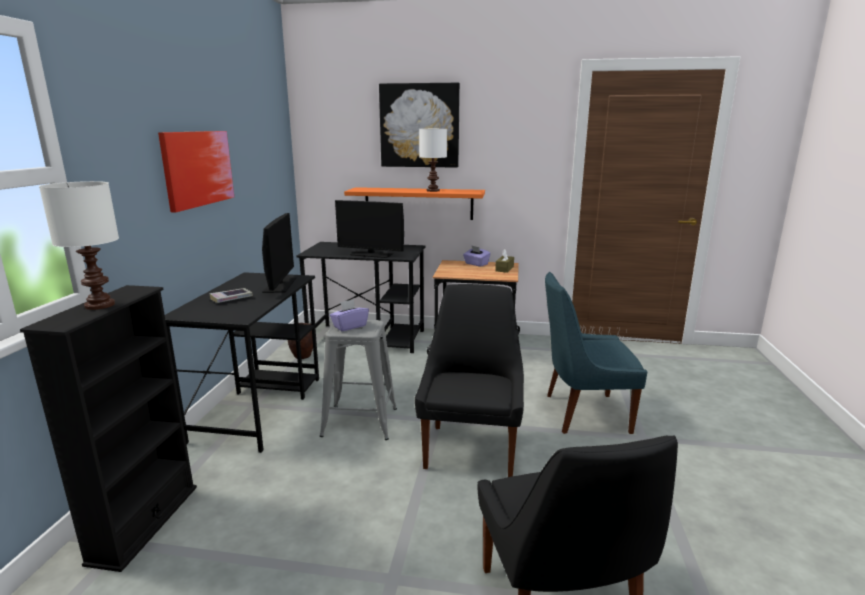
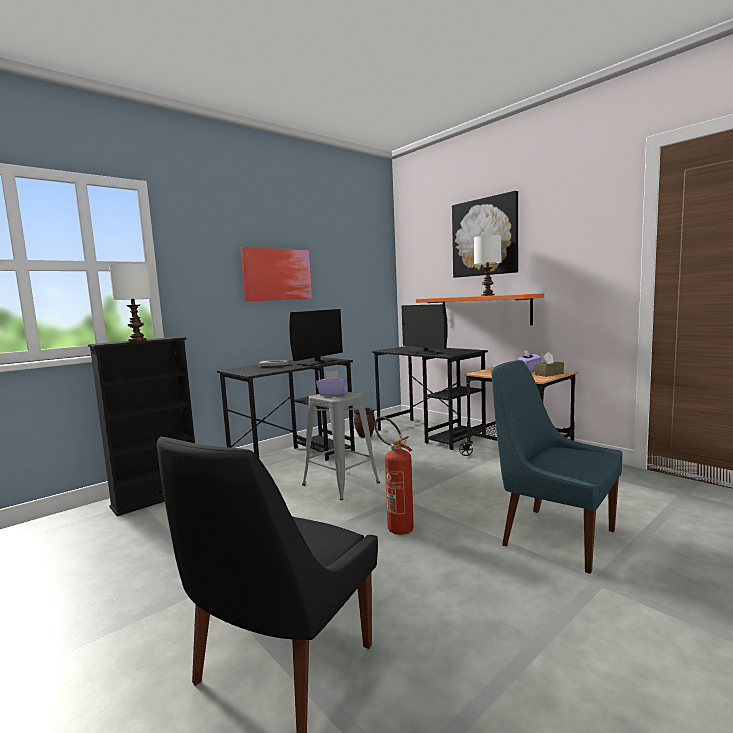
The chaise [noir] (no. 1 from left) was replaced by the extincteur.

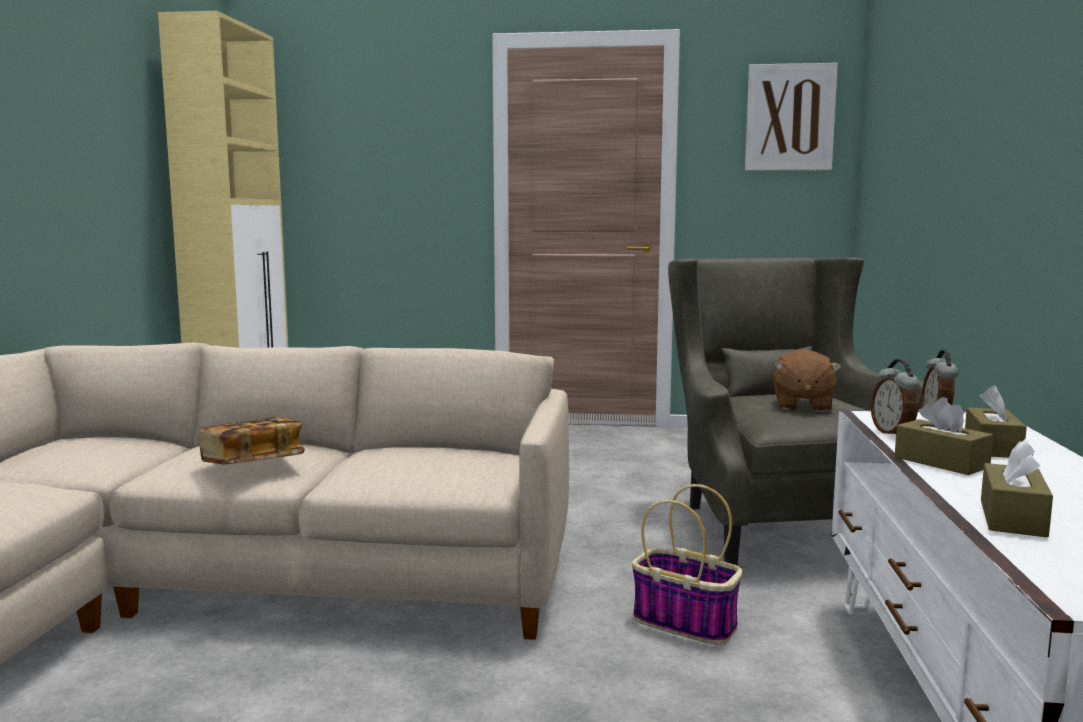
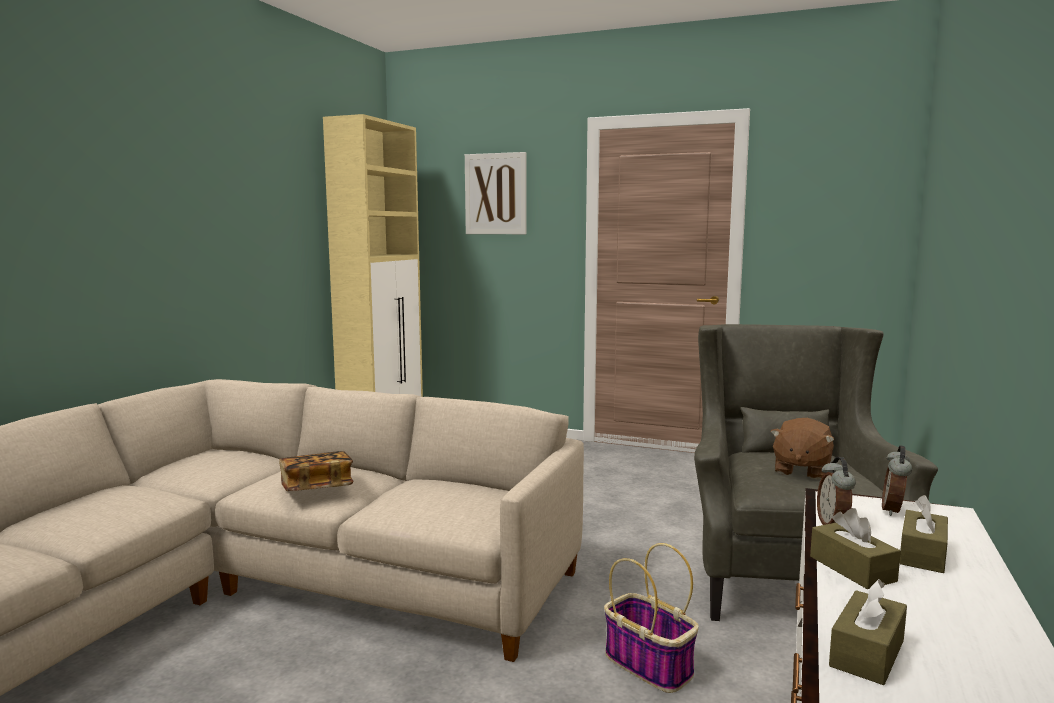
The tableau moved.

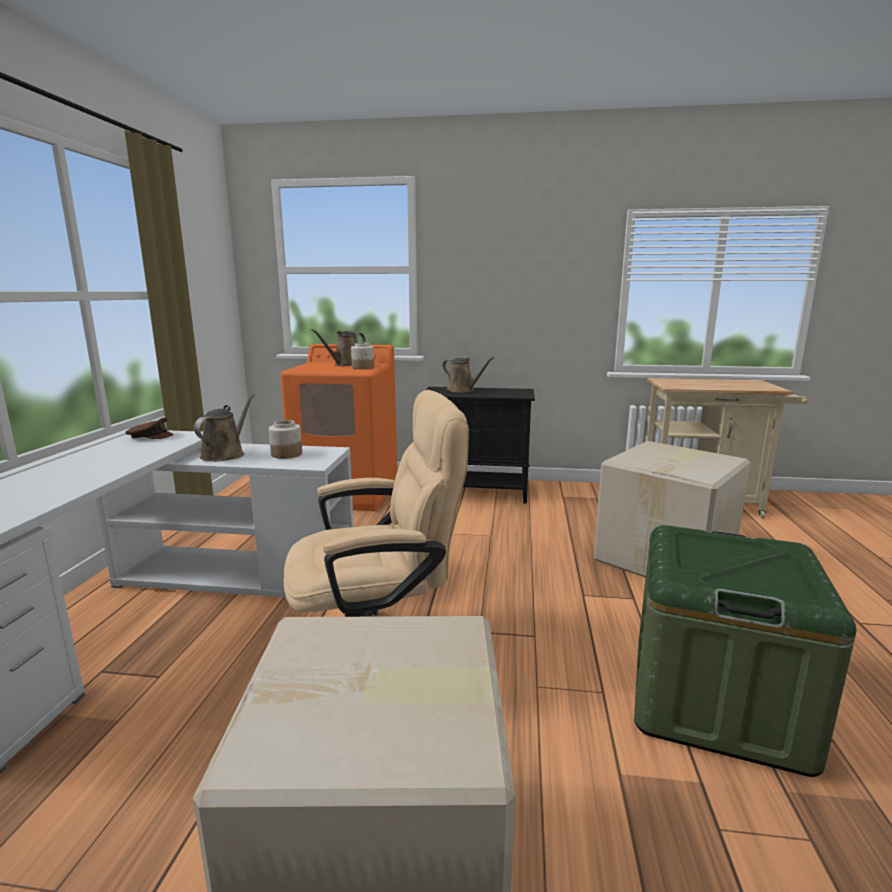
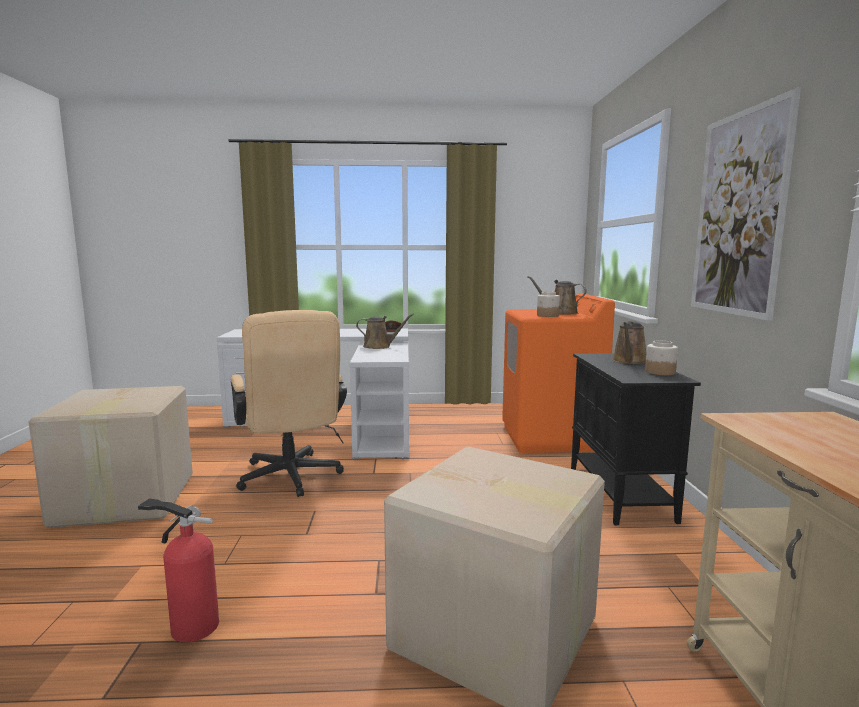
The boîte de rangement [vert] was replaced by the extincteur.
The bocal (no. 1 from left in the first image) moved.
The tableau appeared.

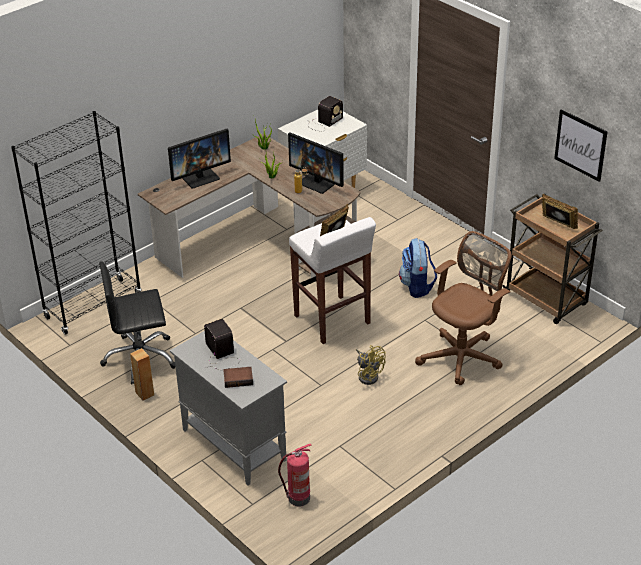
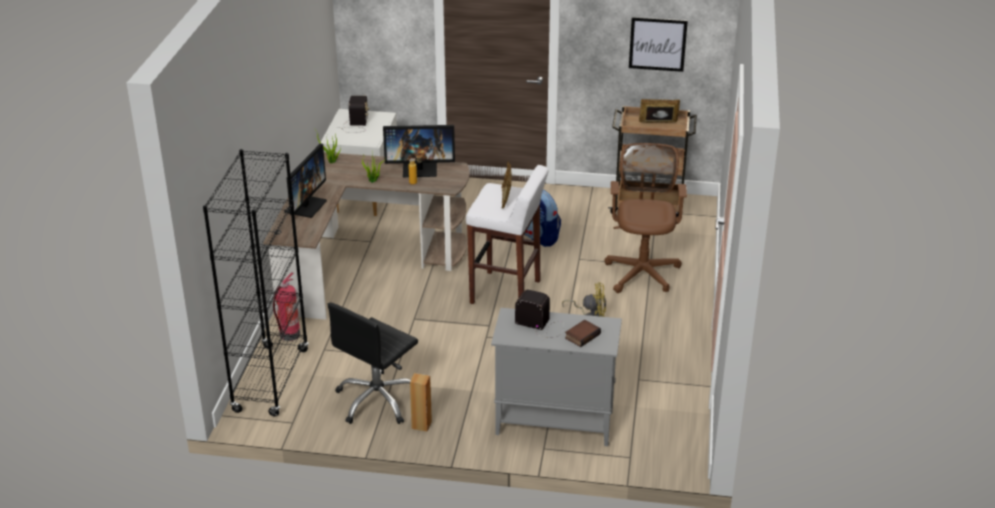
The extincteur moved.

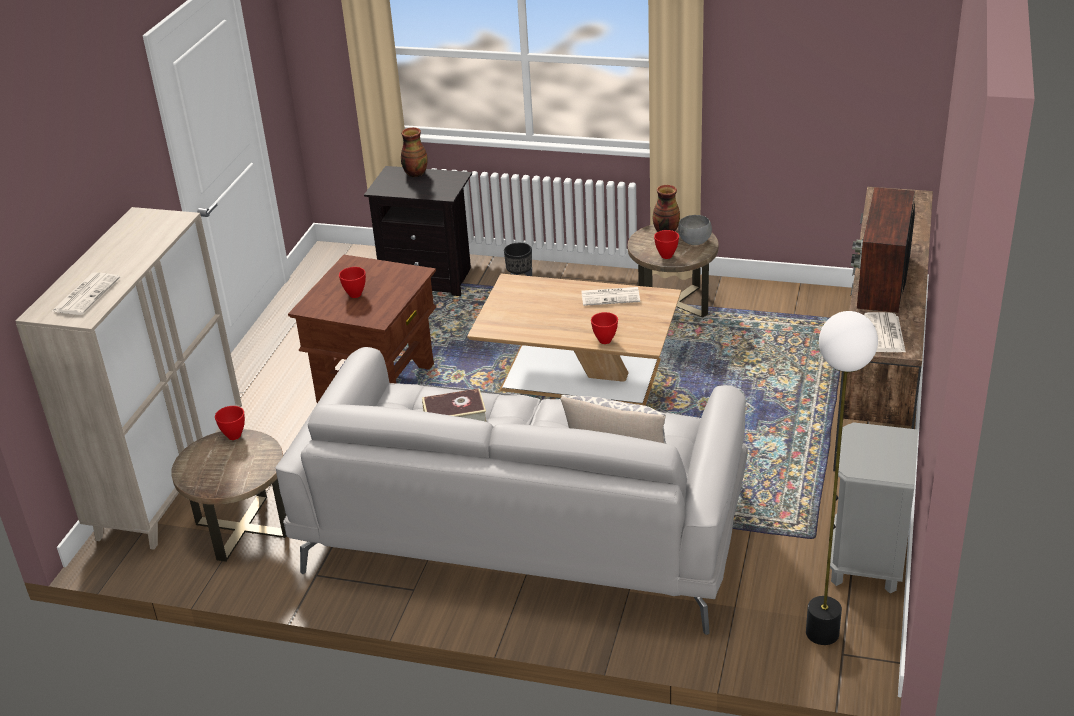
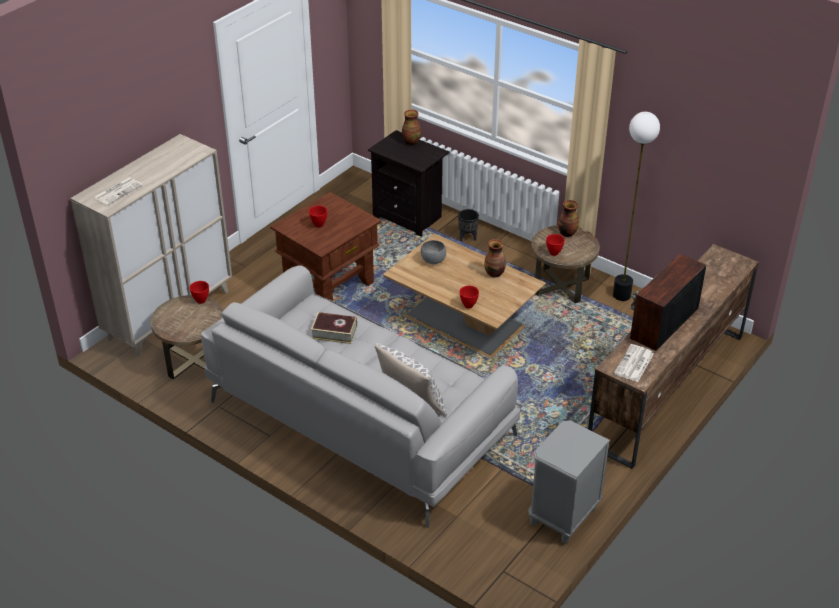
The bol [gris] moved.
The journal (no. 2 from left) was replaced by the vase (no. 2 from left).
The lampadaire moved.

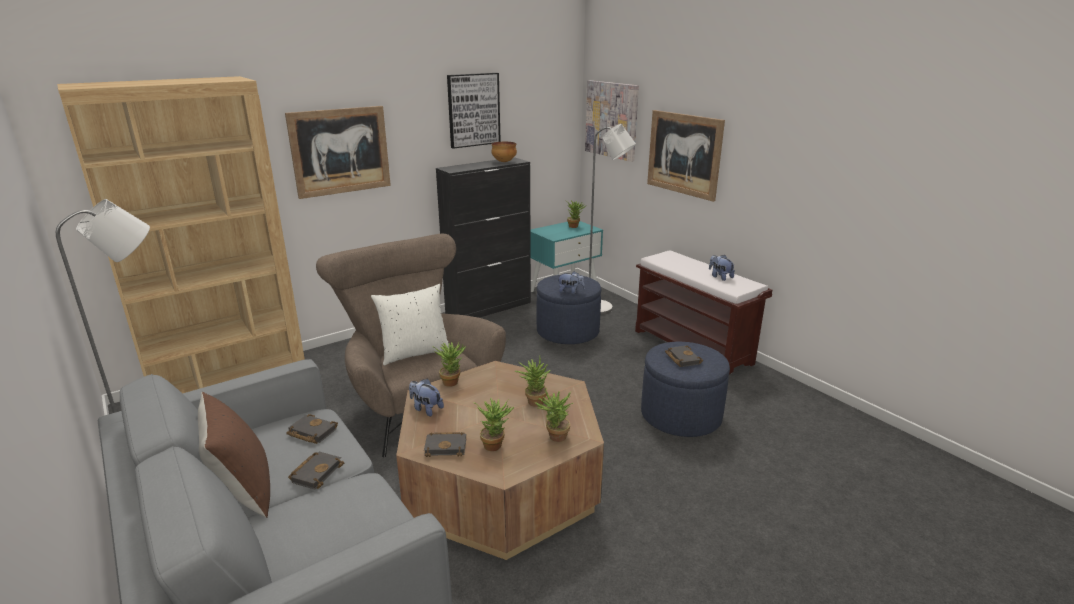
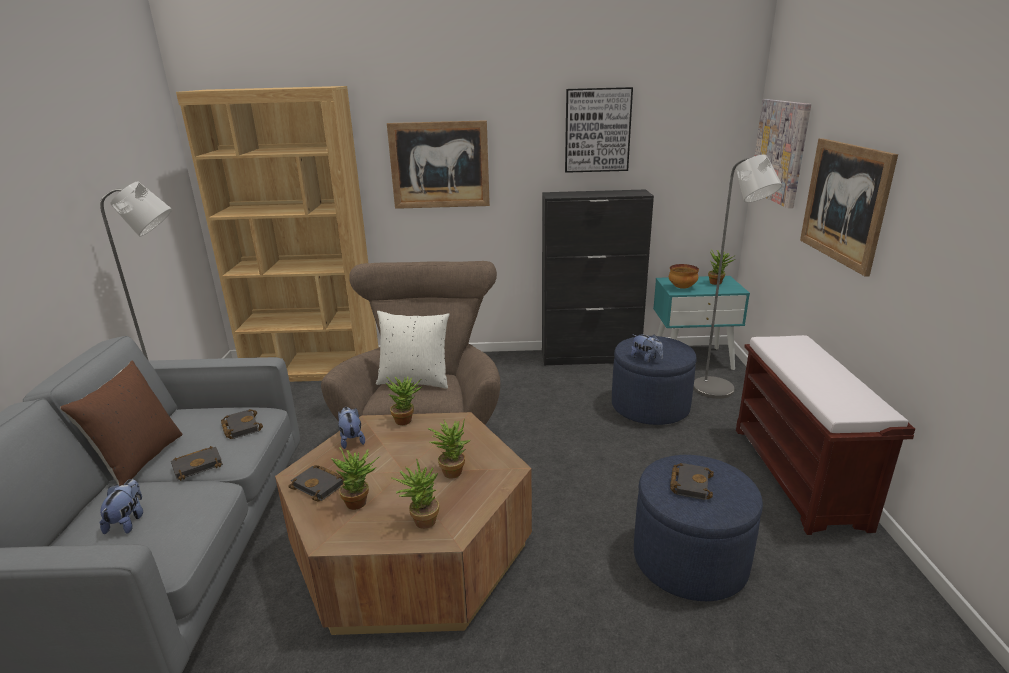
The peluche (no. 3 from left in the first image) moved.
The bol moved.

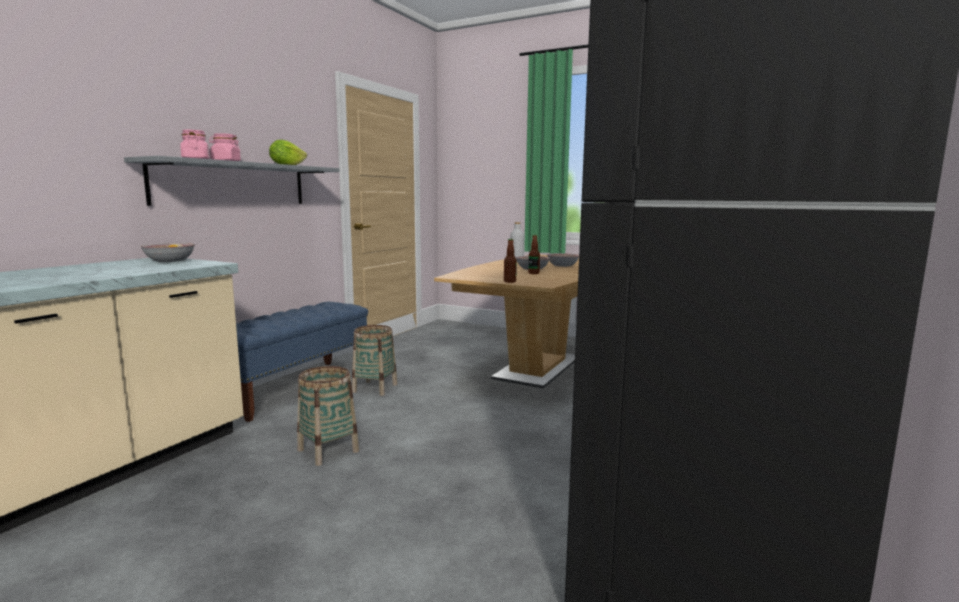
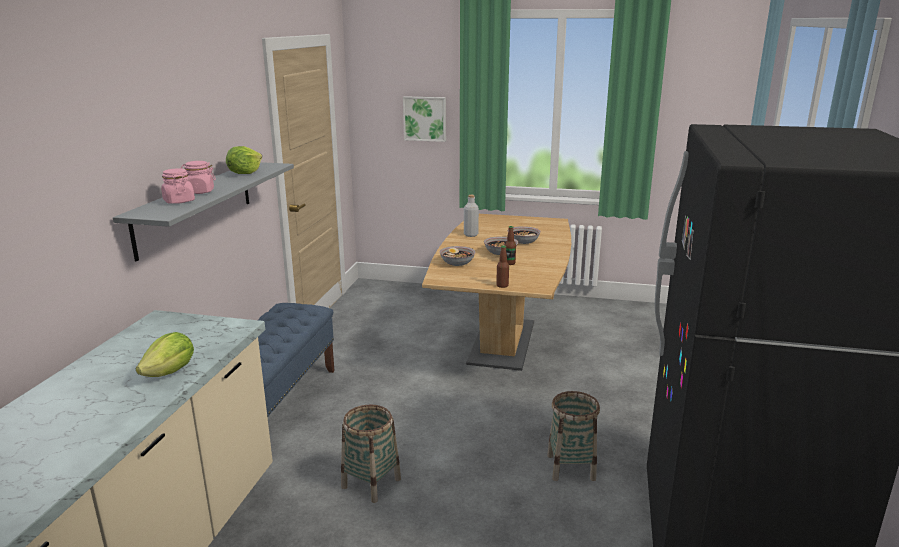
The laitue (no. 1 from left) appeared.
The tableau appeared.
The bol (no. 1 from left) moved.
The panier (no. 2 from left) moved.

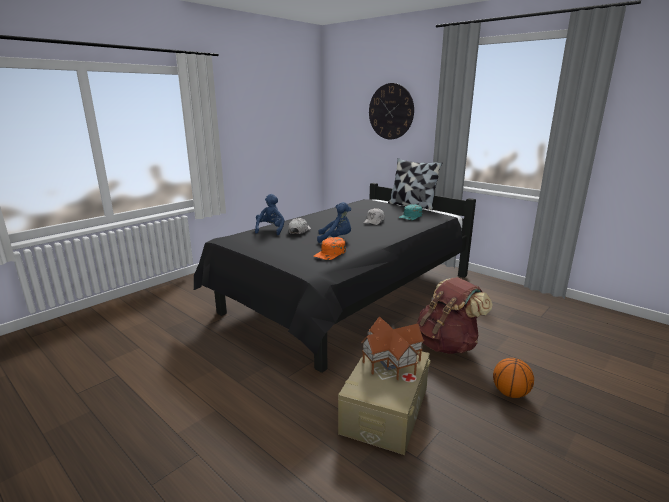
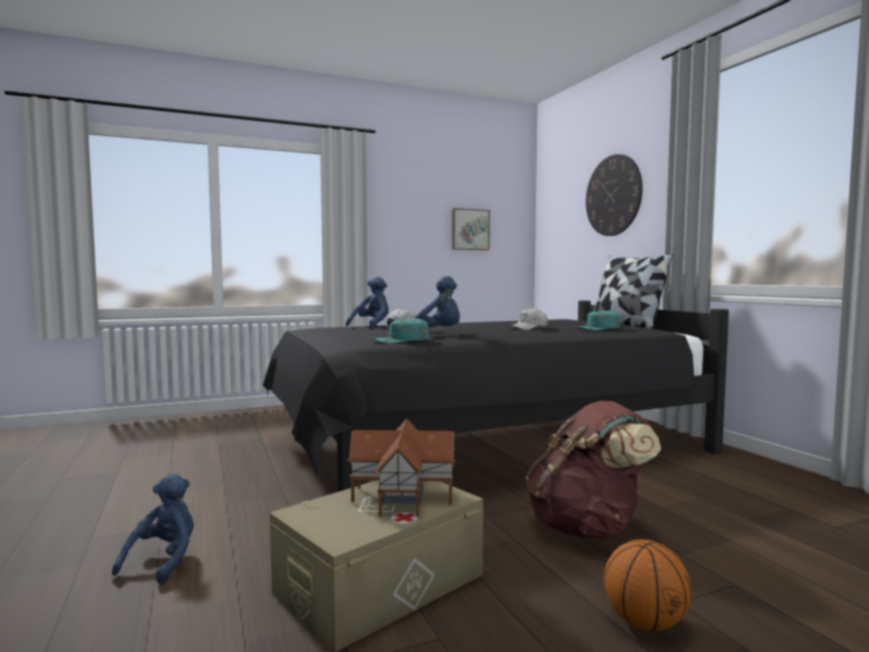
The peluche [bleu] (no. 1 from left) appeared.
The casquette [orange] became the casquette [turquoise] (no. 1 from left).
The tableau appeared.

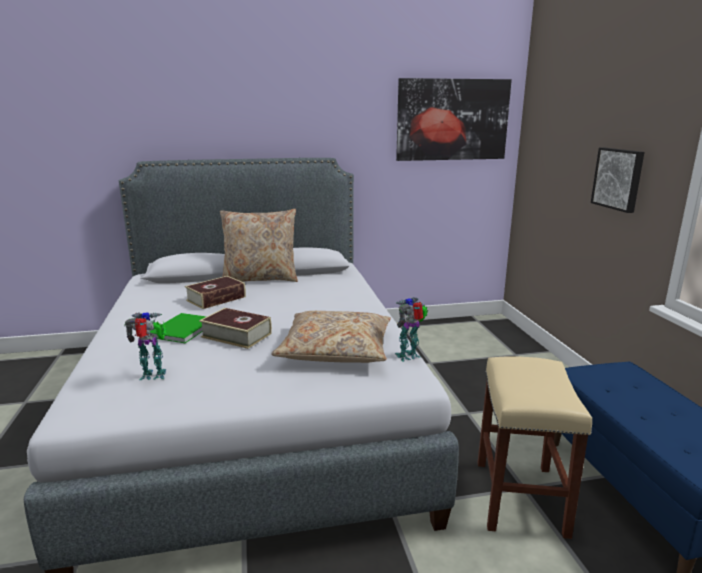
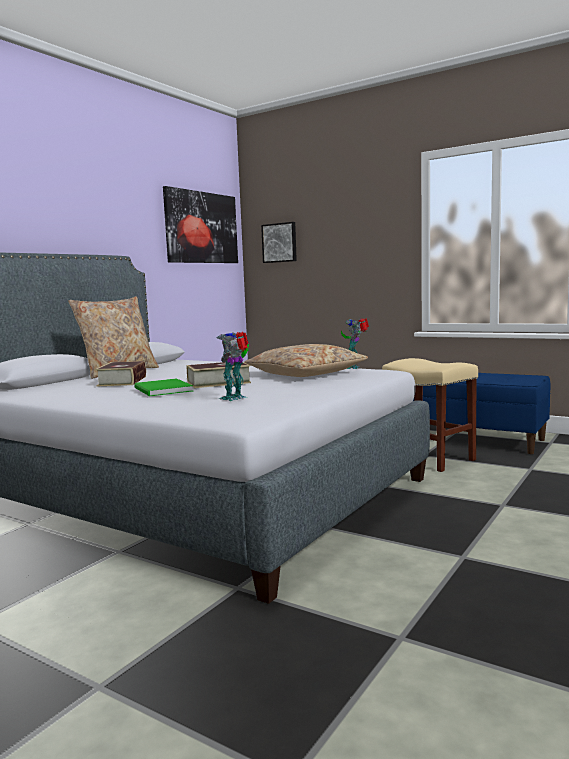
The tableau (no. 2 from left) moved.

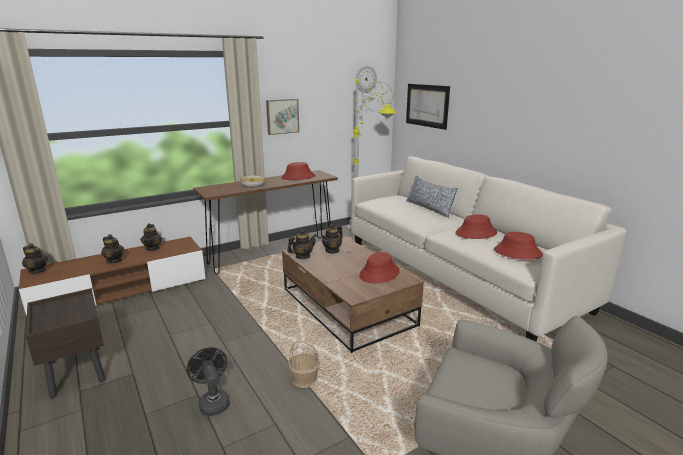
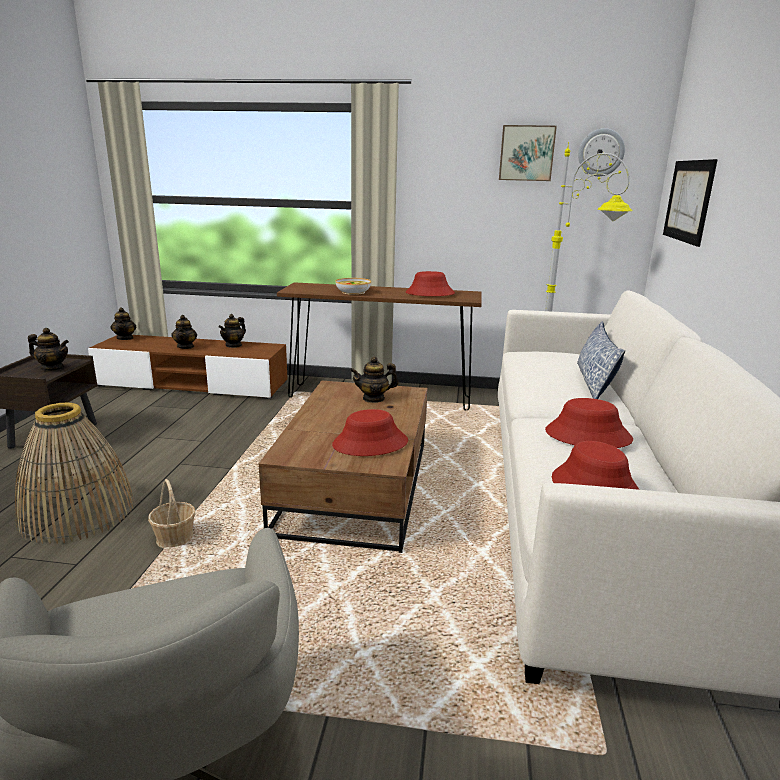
The ventilateur [noir] was replaced by the panier (no. 1 from left).
The théière (no. 4 from left in the first image) moved.
The tableau (no. 1 from left) moved.

